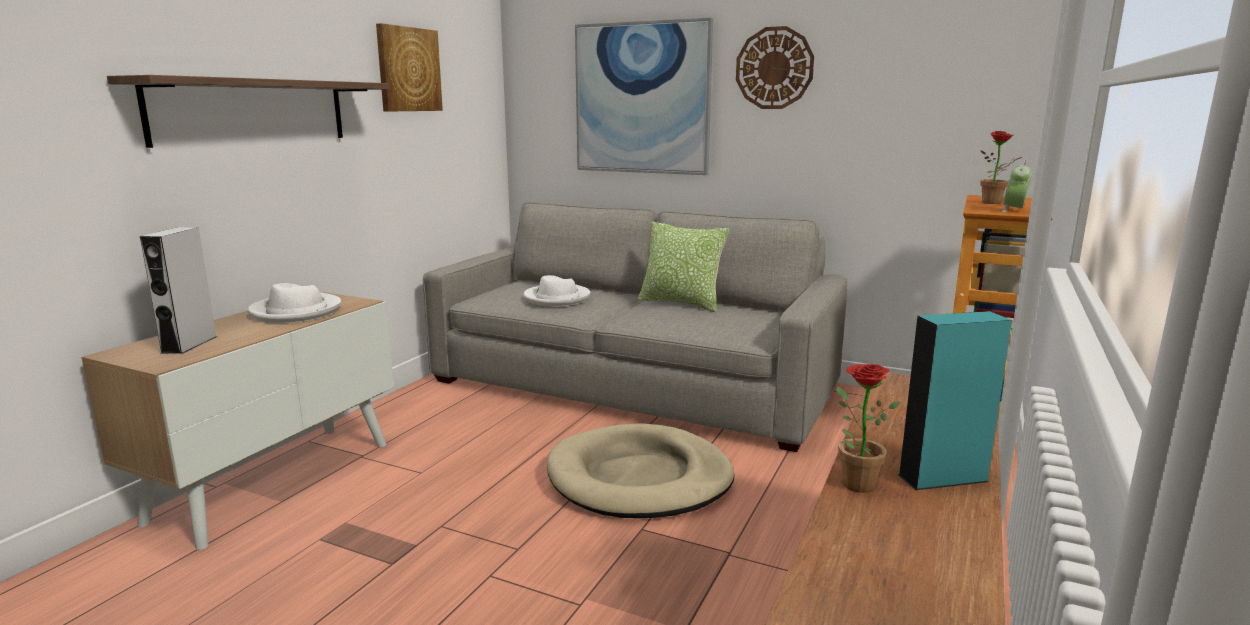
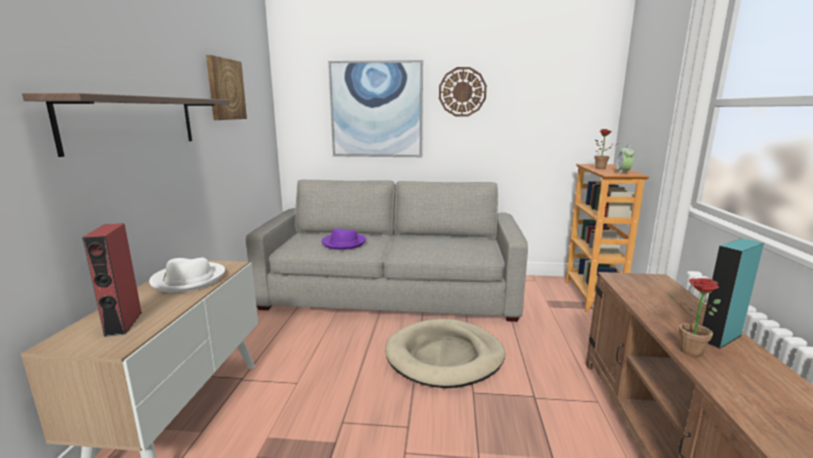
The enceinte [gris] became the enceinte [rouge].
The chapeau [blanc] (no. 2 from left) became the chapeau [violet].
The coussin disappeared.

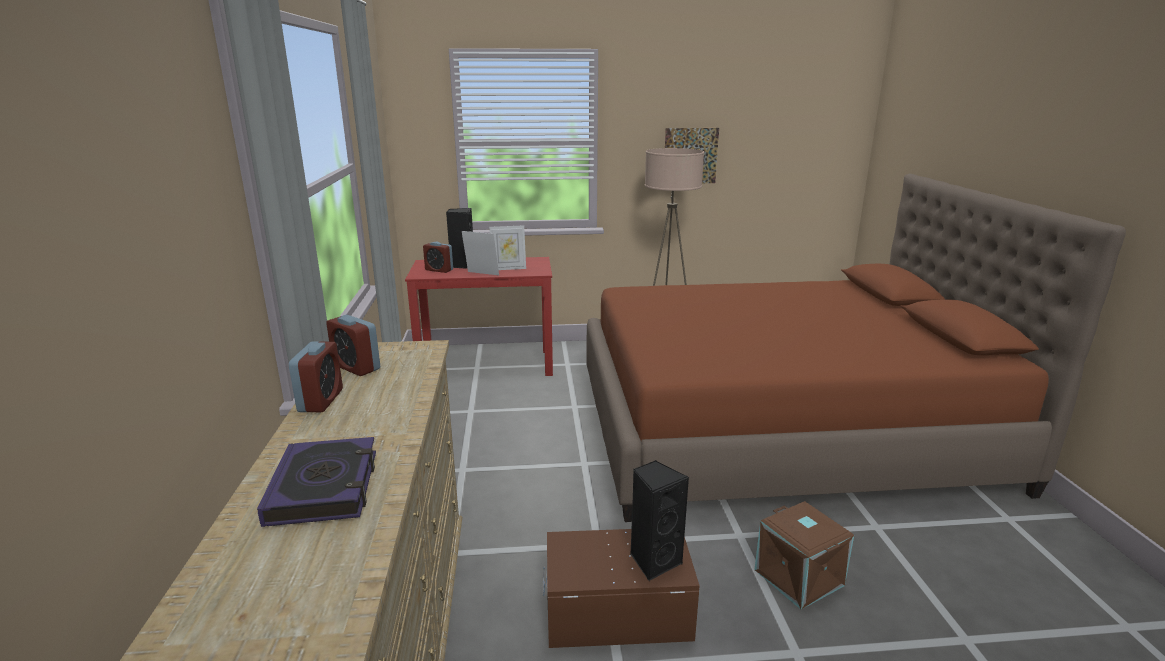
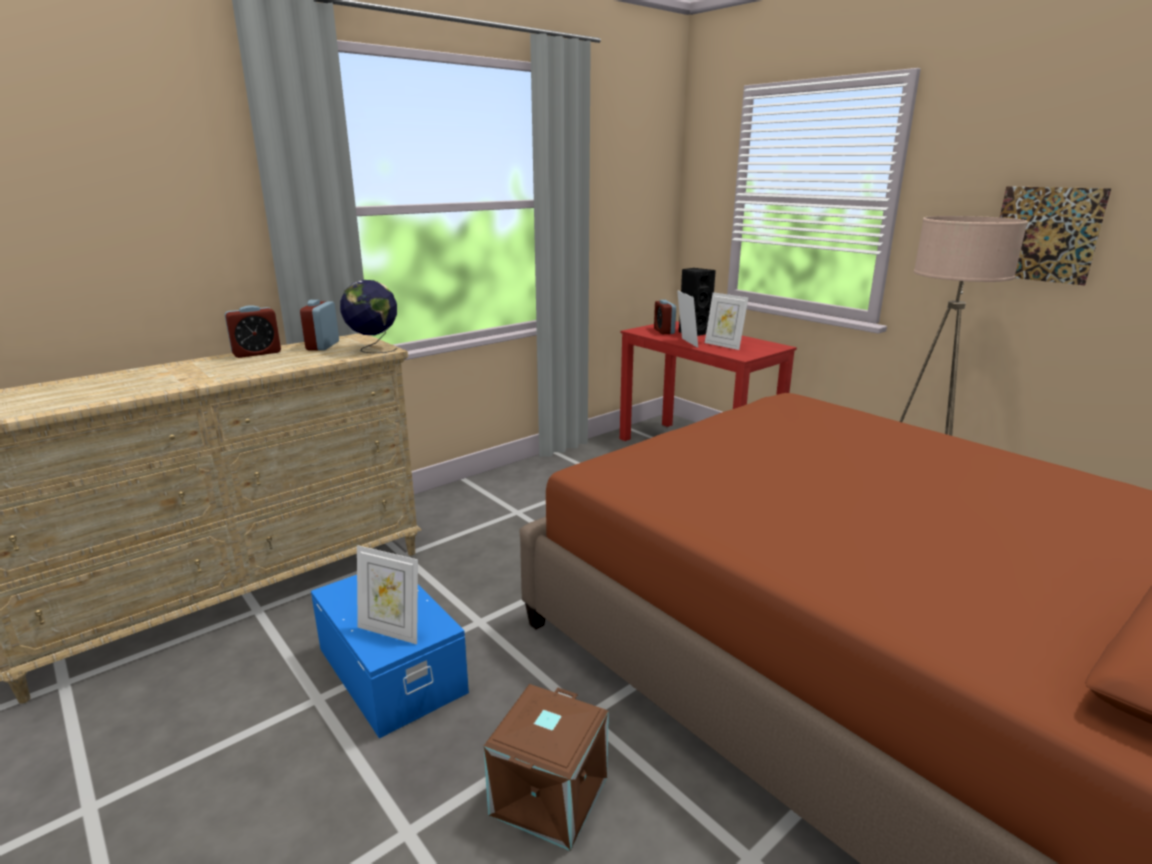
The boîte de rangement [marron] (no. 1 from left) became the boîte de rangement [bleu].
The globe appeared.
The enceinte [noir] (no. 2 from left) was replaced by the cadre photo (no. 1 from left).
The livre disappeared.

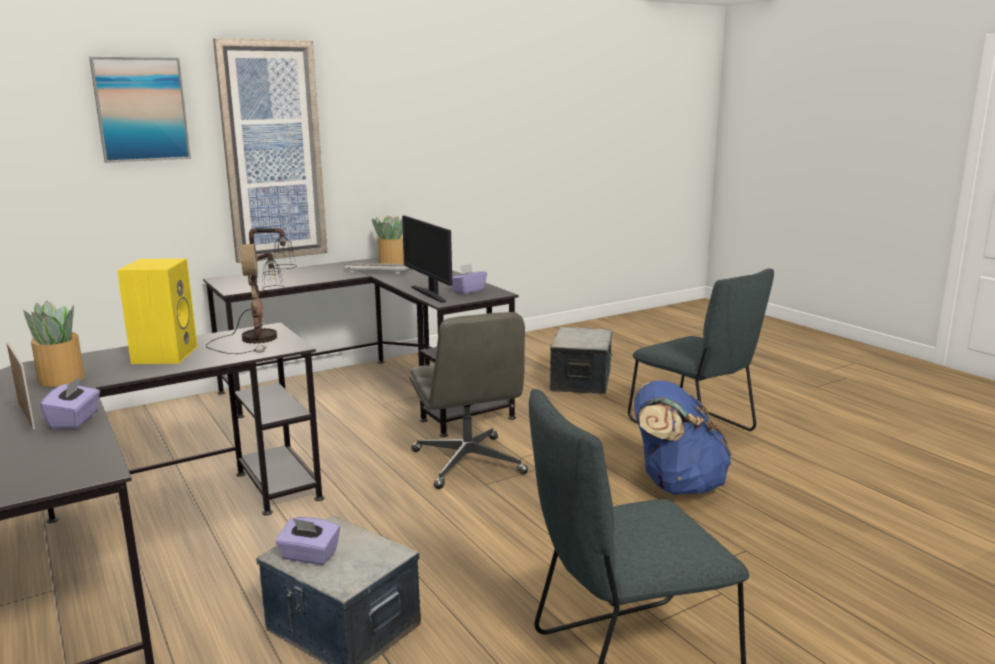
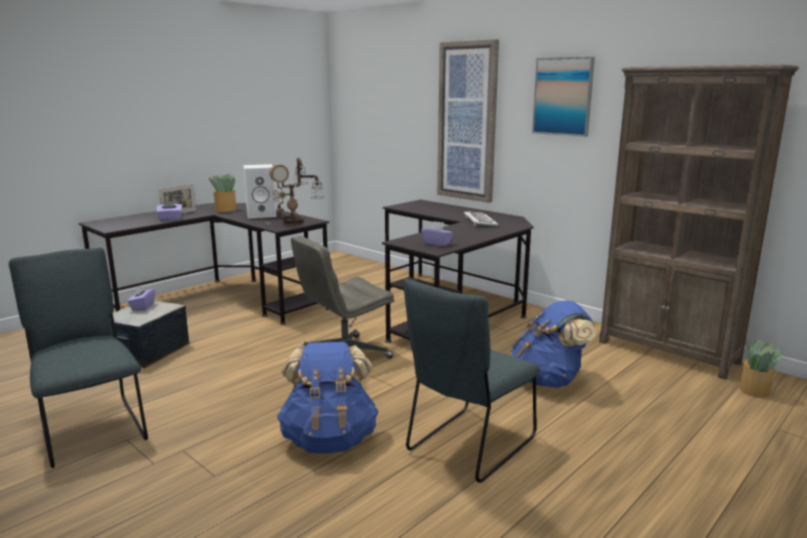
The enceinte [jaune] became the enceinte [blanc].
The boîte de rangement (no. 2 from left) was replaced by the sac à dos [bleu] (no. 2 from left).
The tableau (no. 1 from left in the first image) moved.
The bibliothèque [marron] appeared.
The plante en pot (no. 2 from left) moved.
The écran d'ordinateur disappeared.

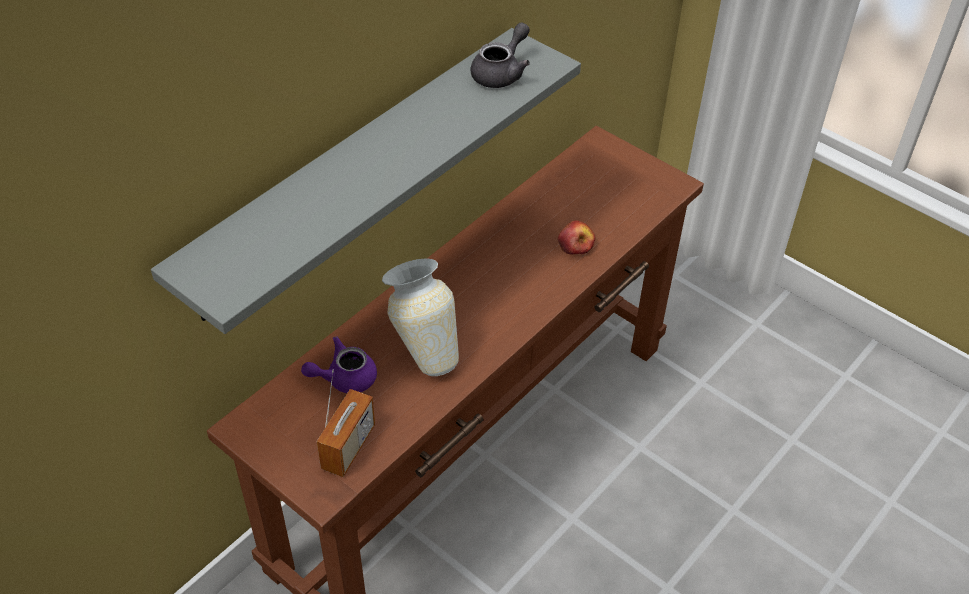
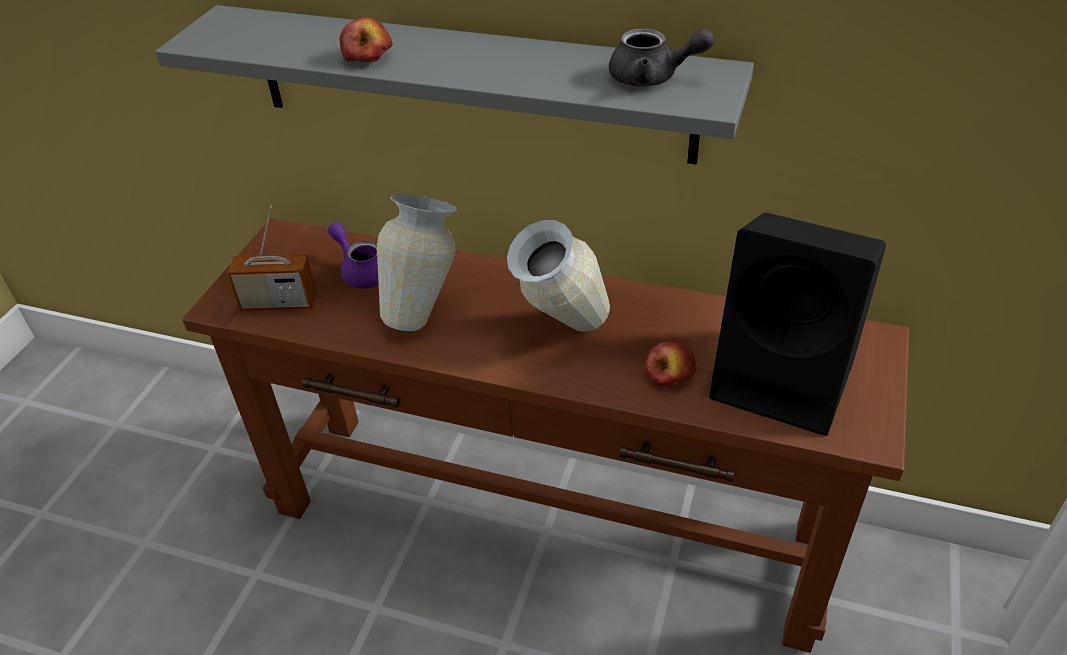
The pomme (no. 1 from left) appeared.
The vase (no. 2 from left) appeared.
The enceinte [noir] appeared.

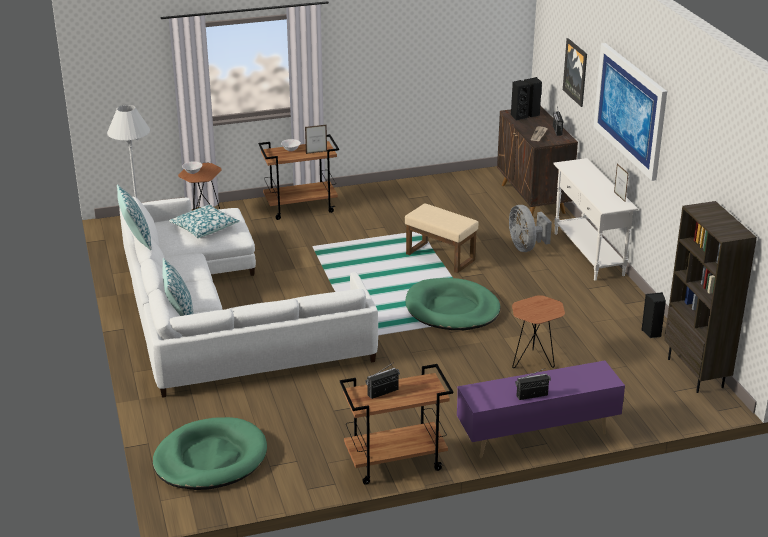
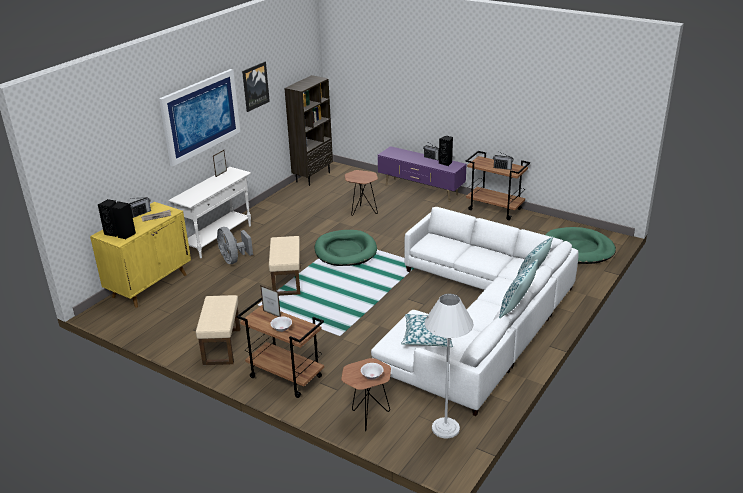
The meuble de rangement [marron] became the meuble de rangement [jaune].
The pouf [beige] (no. 1 from left) appeared.
The ventilateur [gris] turned 120 degrees clockwise.
The tableau (no. 1 from left in the first image) moved.
The enceinte [noir] (no. 3 from left) moved.

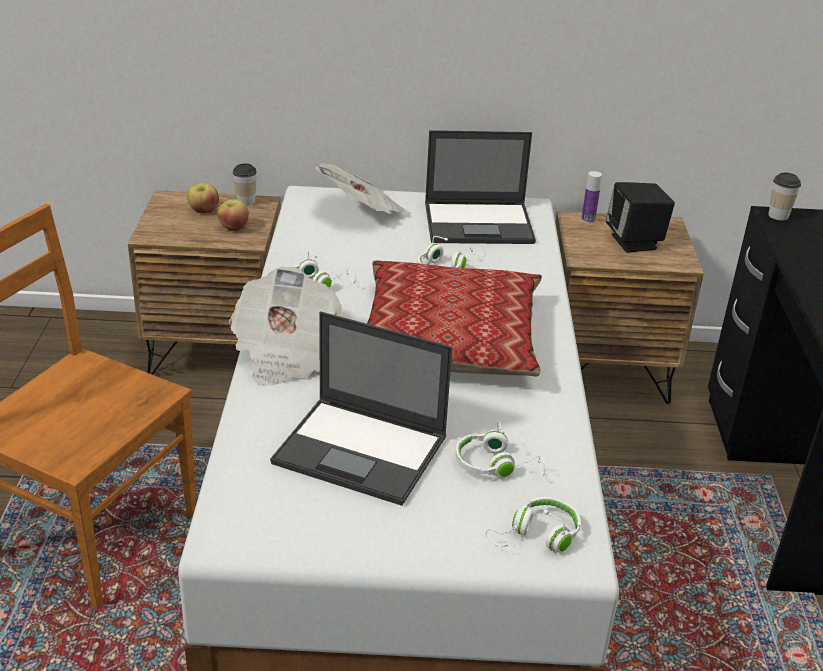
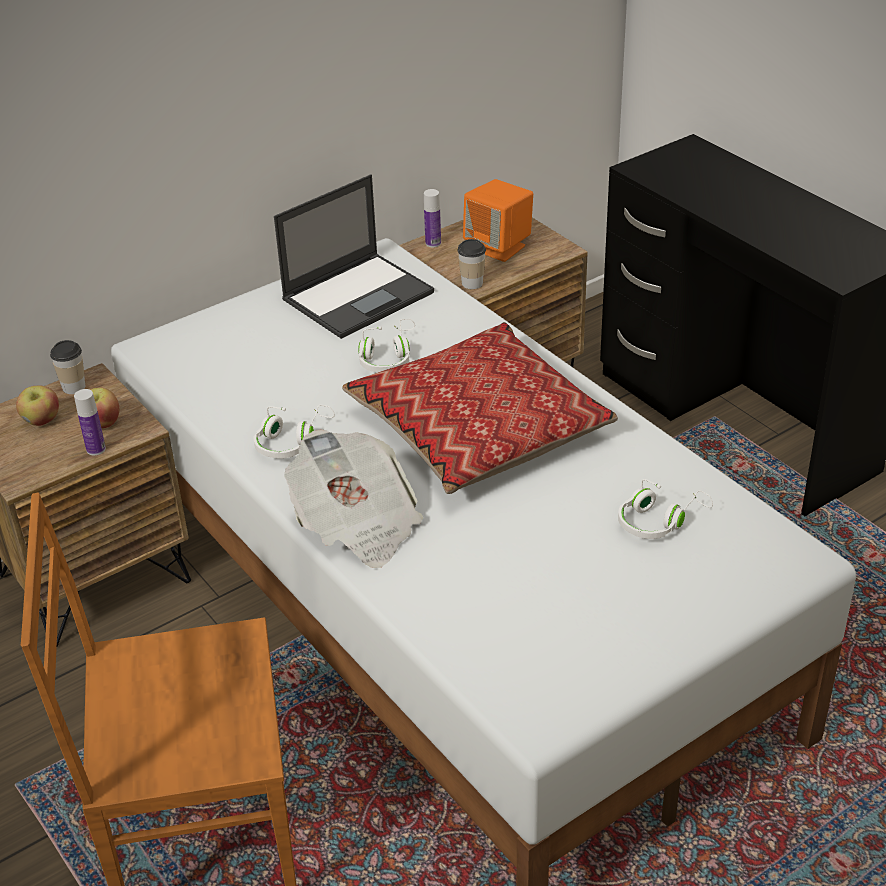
The bouteille (no. 1 from left) appeared.
The tasse (no. 2 from left) moved.
The enceinte [noir] became the enceinte [orange].
The ordinateur portable (no. 1 from left) disappeared.
The journal (no. 2 from left) disappeared.
The casque audio [blanc] (no. 4 from left) disappeared.

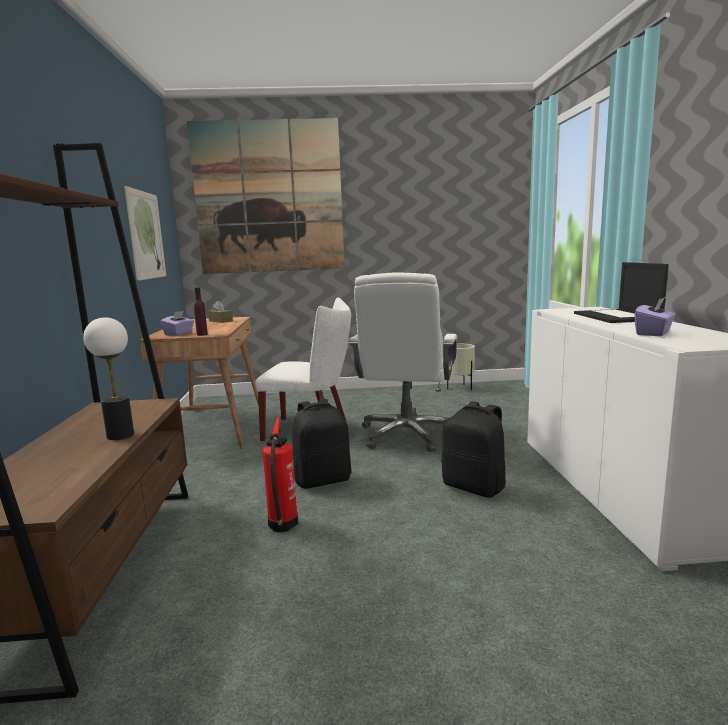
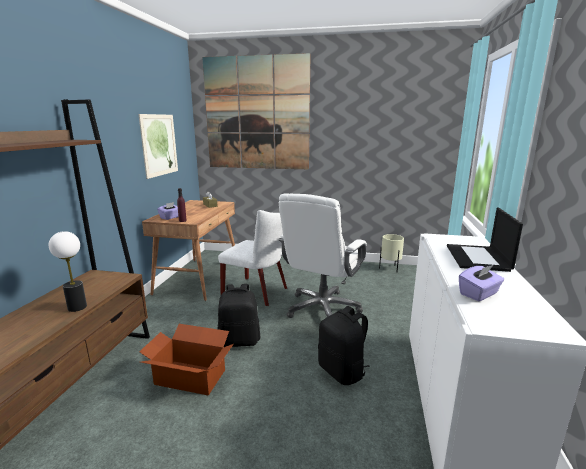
The extincteur was replaced by the carton.

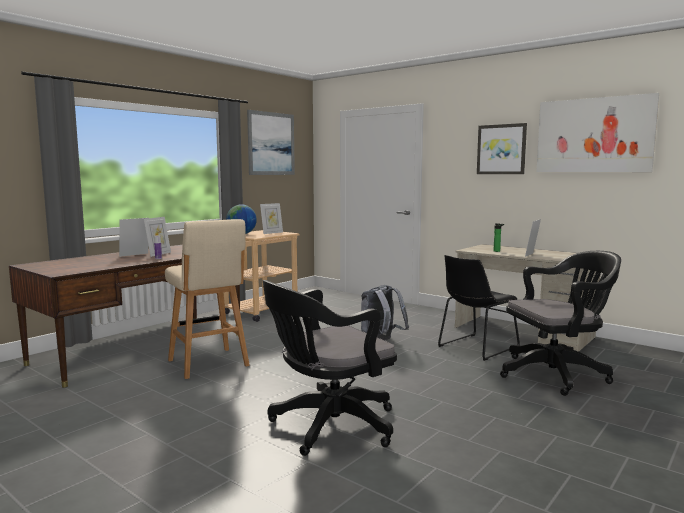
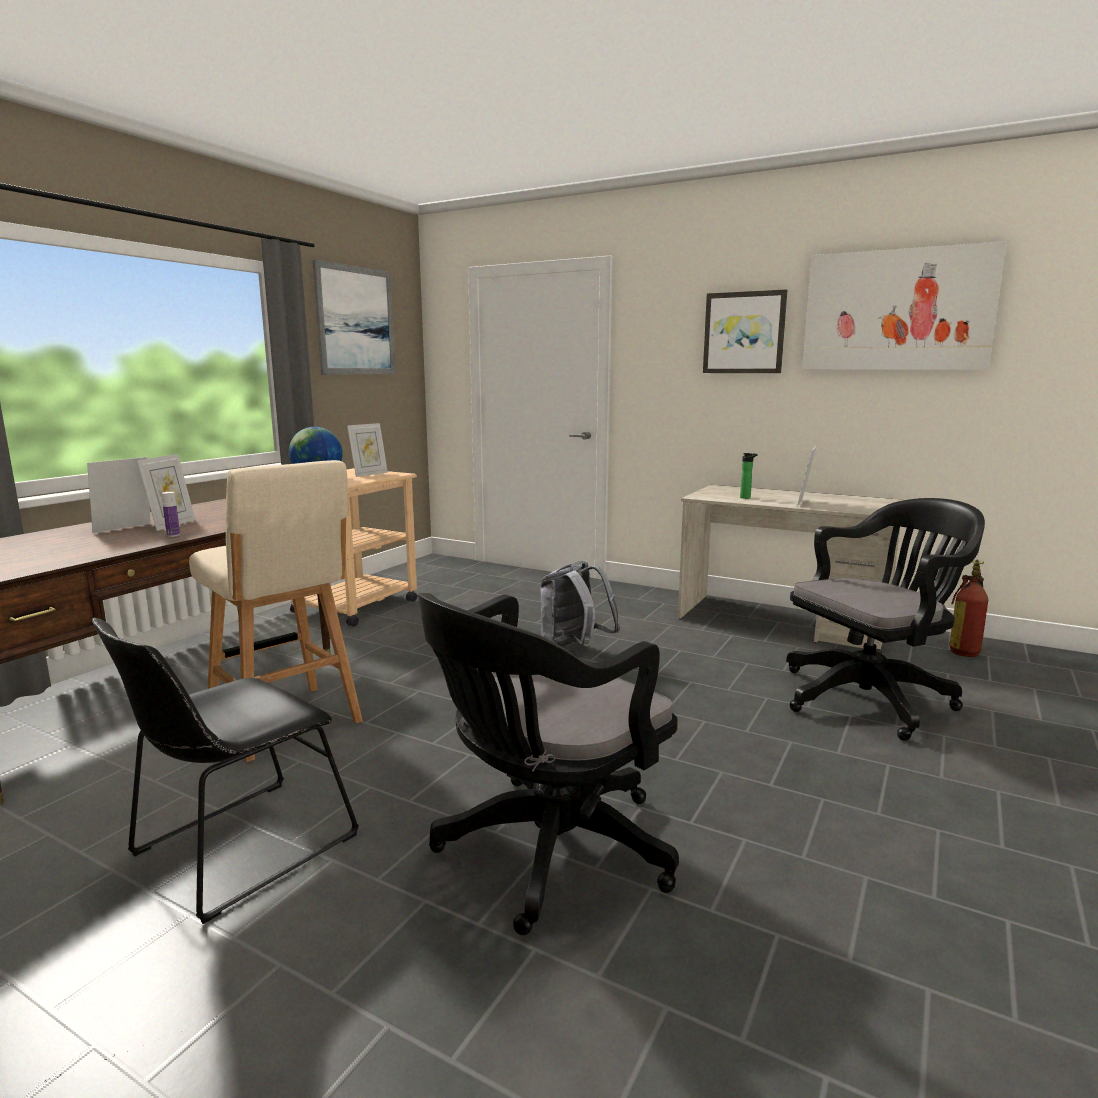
The chaise [noir] moved.
The extincteur appeared.

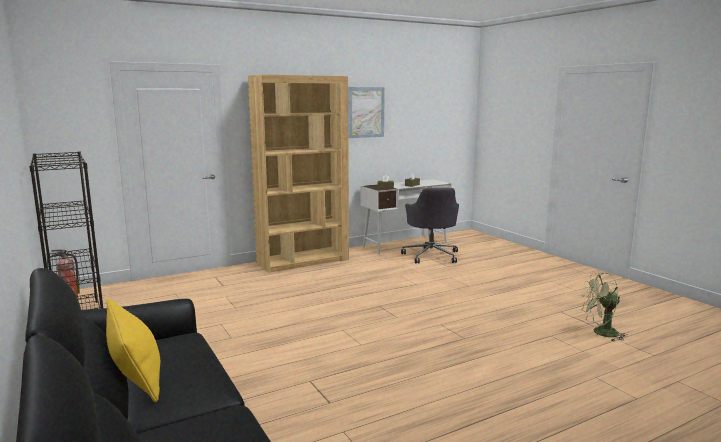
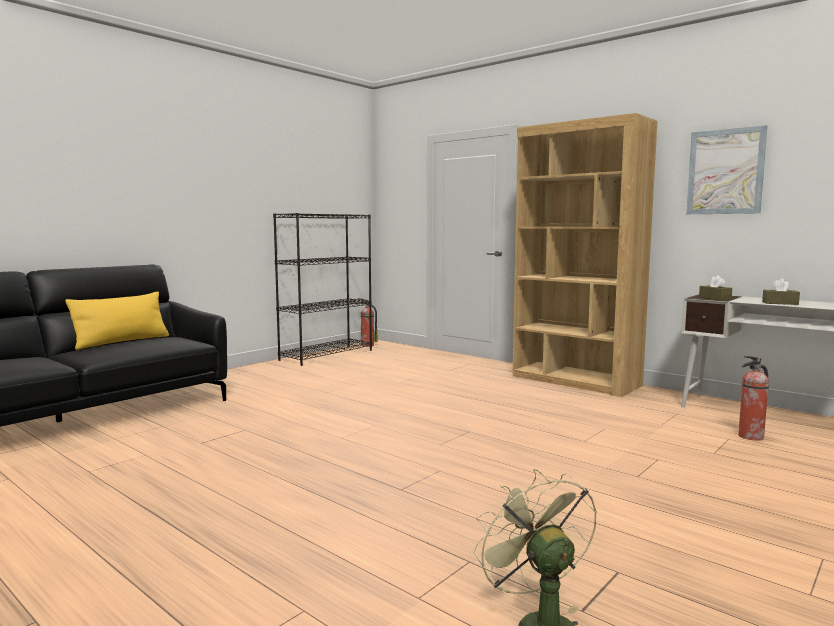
The chaise de bureau [gris] was replaced by the extincteur (no. 2 from left).

